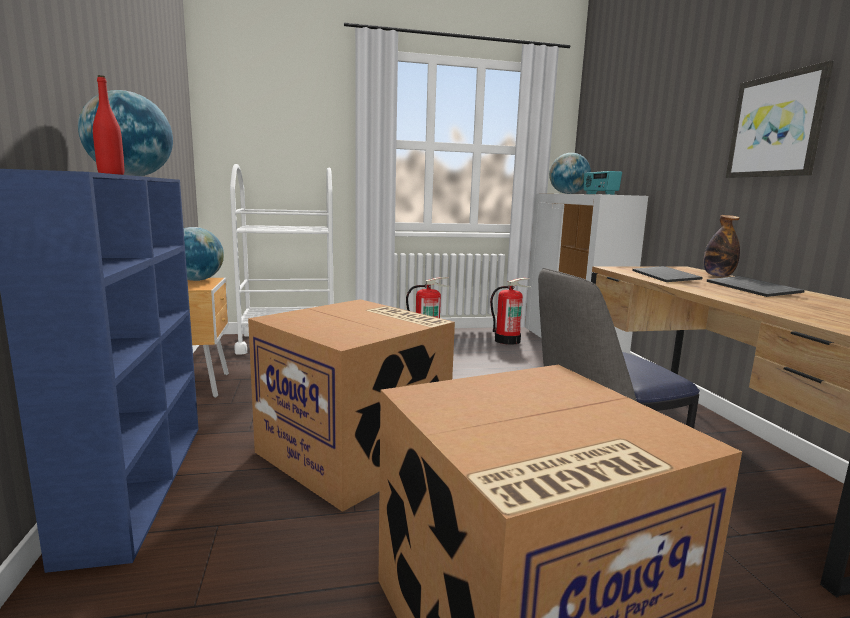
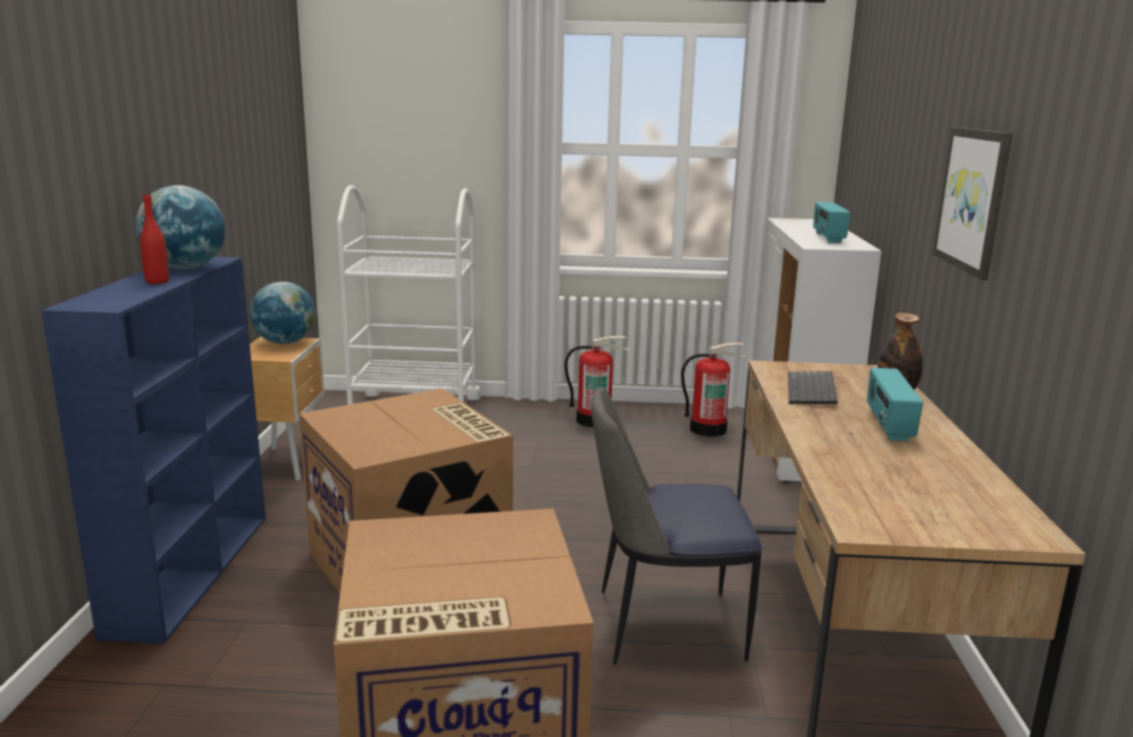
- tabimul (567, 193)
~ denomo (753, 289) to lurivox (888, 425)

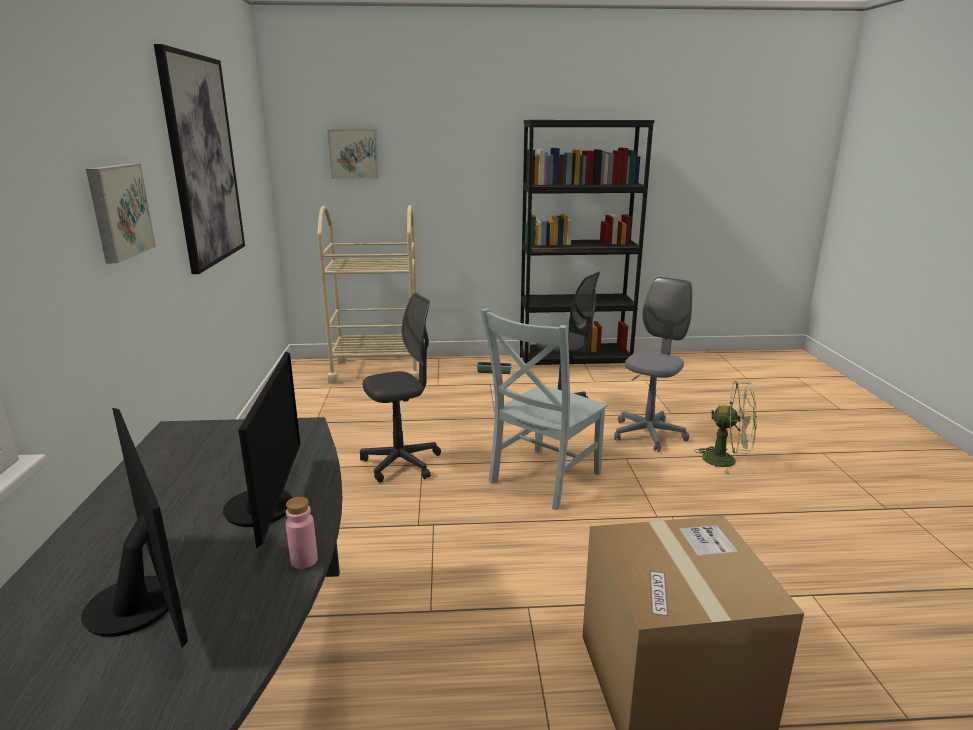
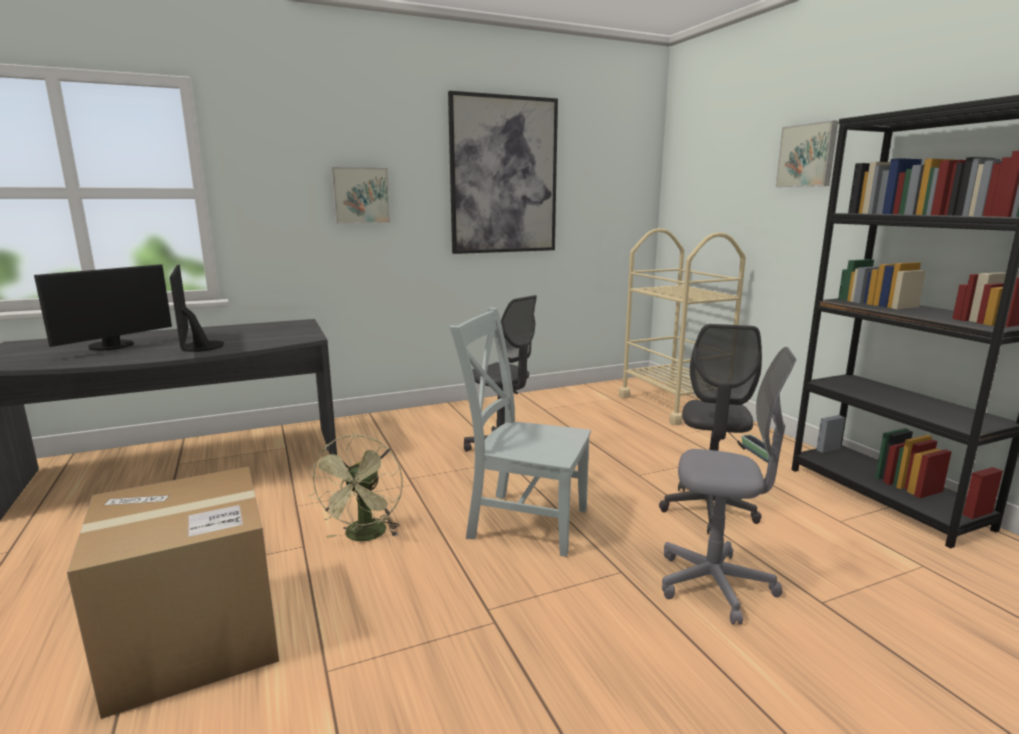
~ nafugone (354, 154) to (807, 155)
~ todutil (267, 507) = (197, 347) 90 degrees clockwise
~ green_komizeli (727, 461) to (364, 537)
- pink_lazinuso (304, 560)

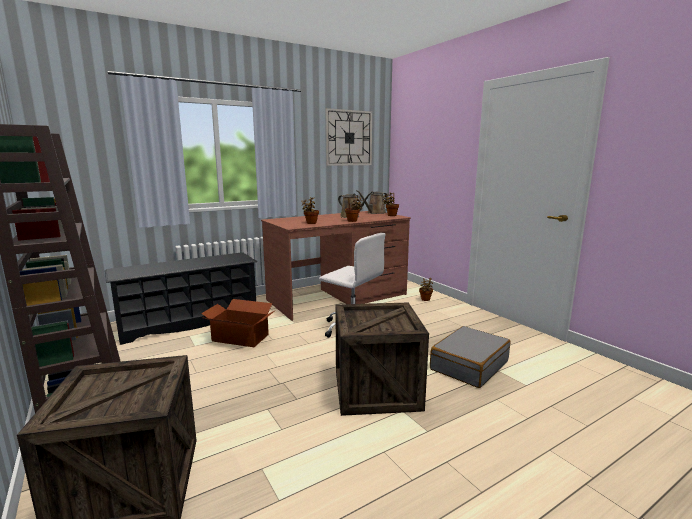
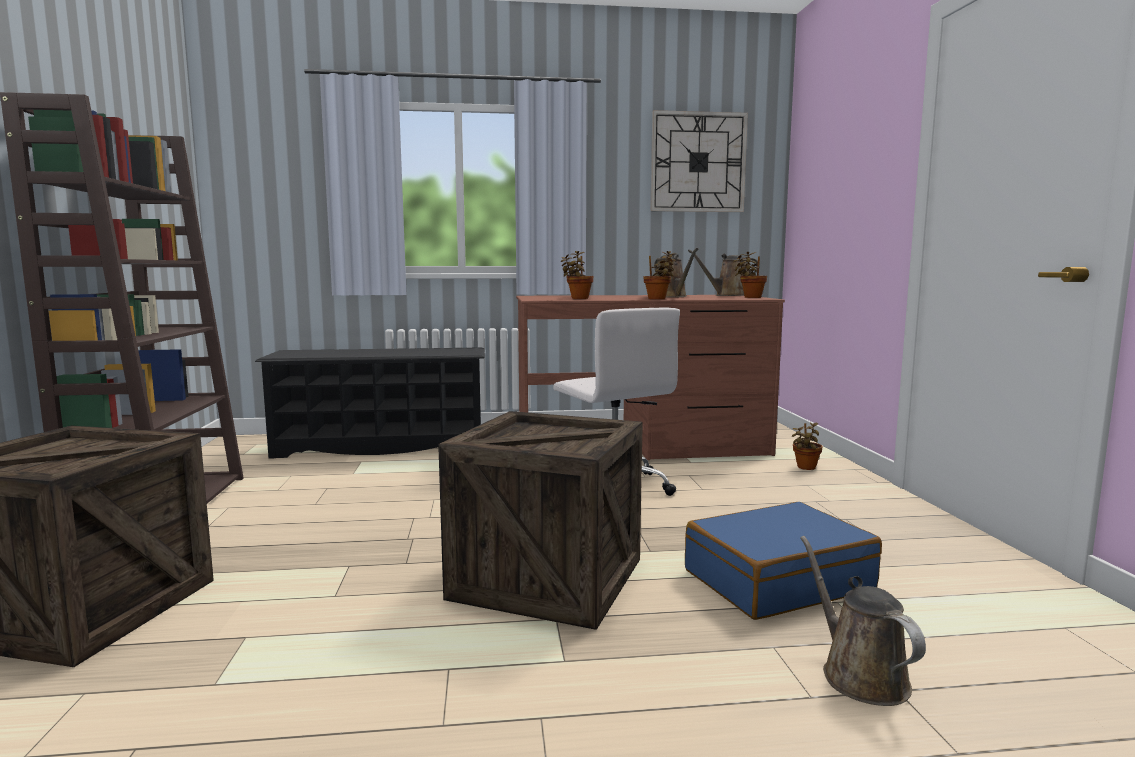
- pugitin (240, 337)
~ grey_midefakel (469, 365) to blue_midefakel (777, 580)
+ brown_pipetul (859, 674)

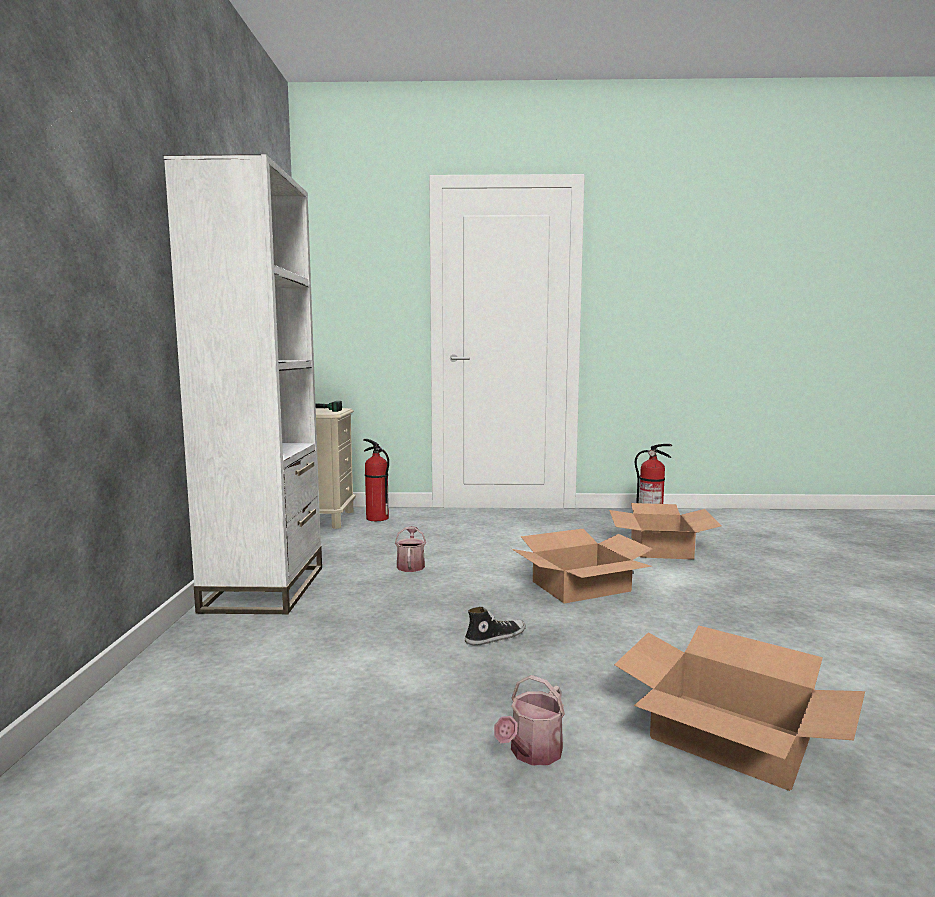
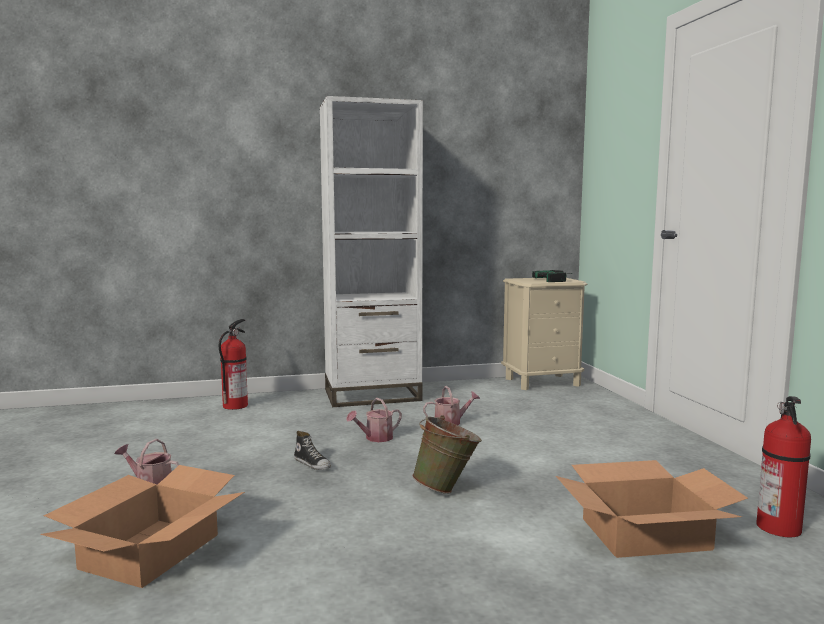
~ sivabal (376, 518) to (235, 405)
~ pugitin (581, 586) to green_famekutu (447, 489)
+ pipetul (375, 438)

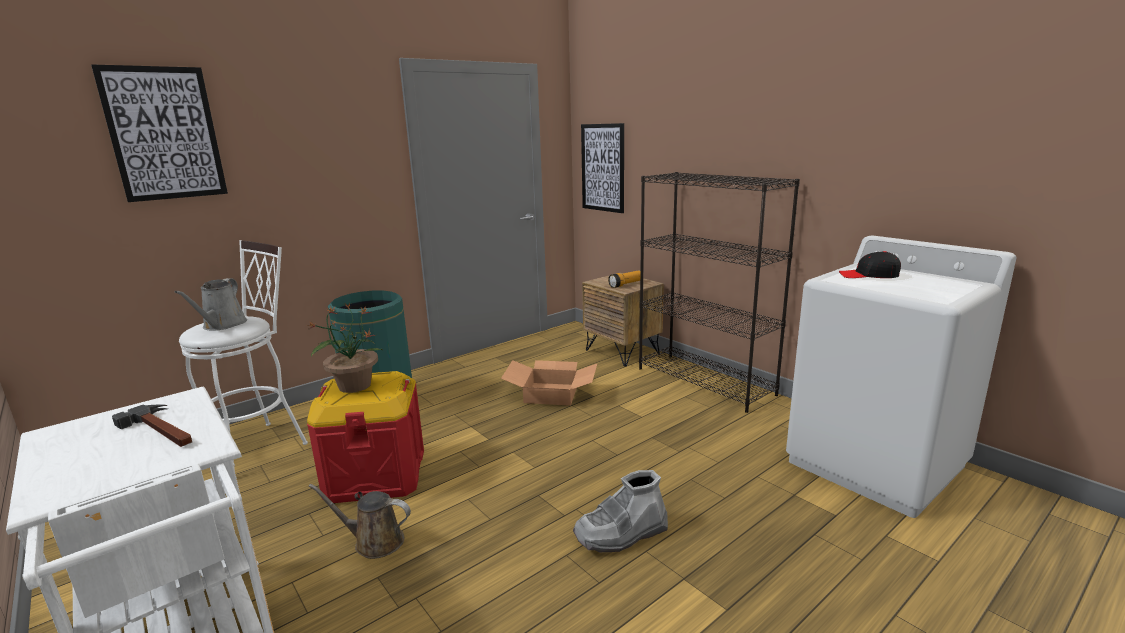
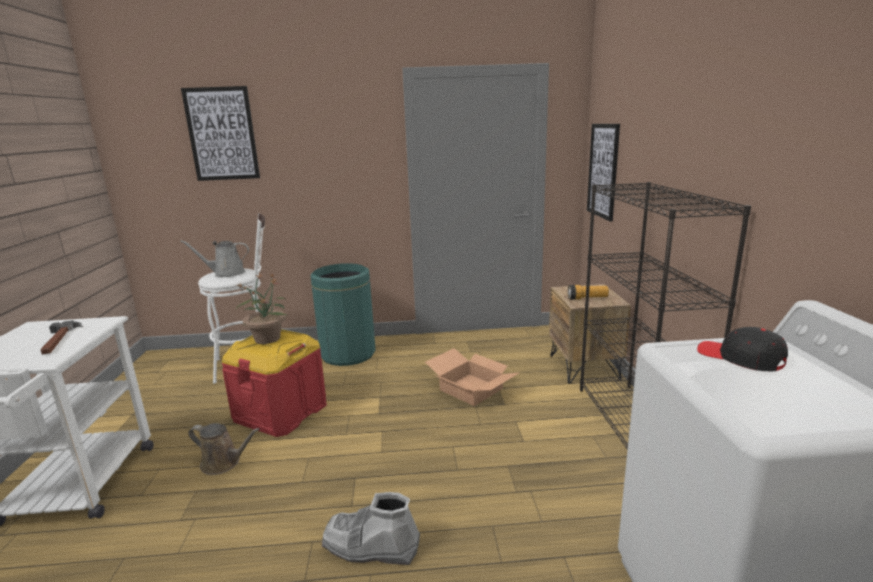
~ grey_pipetul (222, 325) = (226, 273) 45 degrees clockwise
~ brown_pipetul (374, 541) = (223, 463) 150 degrees clockwise

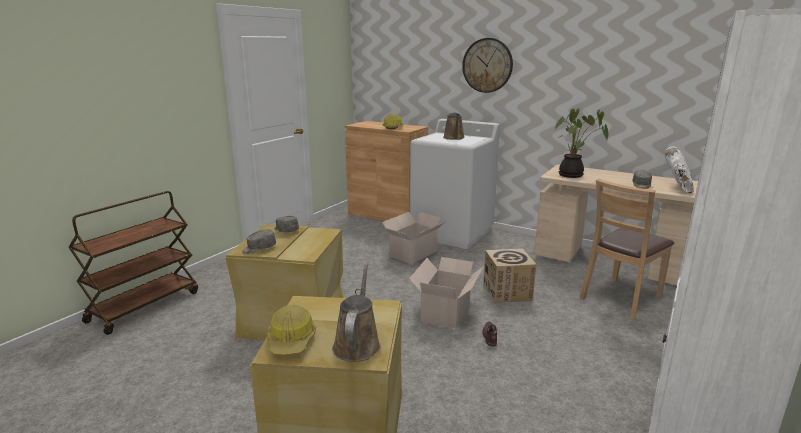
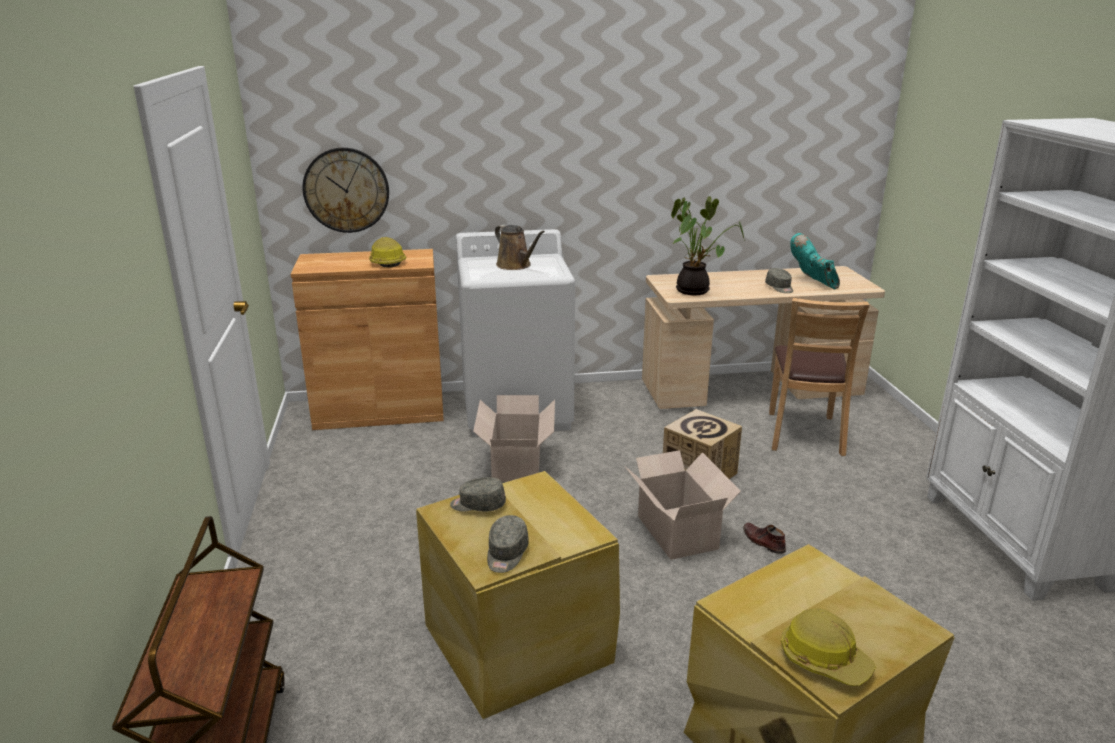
~ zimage (487, 65) to (346, 190)
~ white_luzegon (678, 187) to turquoise_luzegon (813, 282)
- brown_pipetul (357, 344)

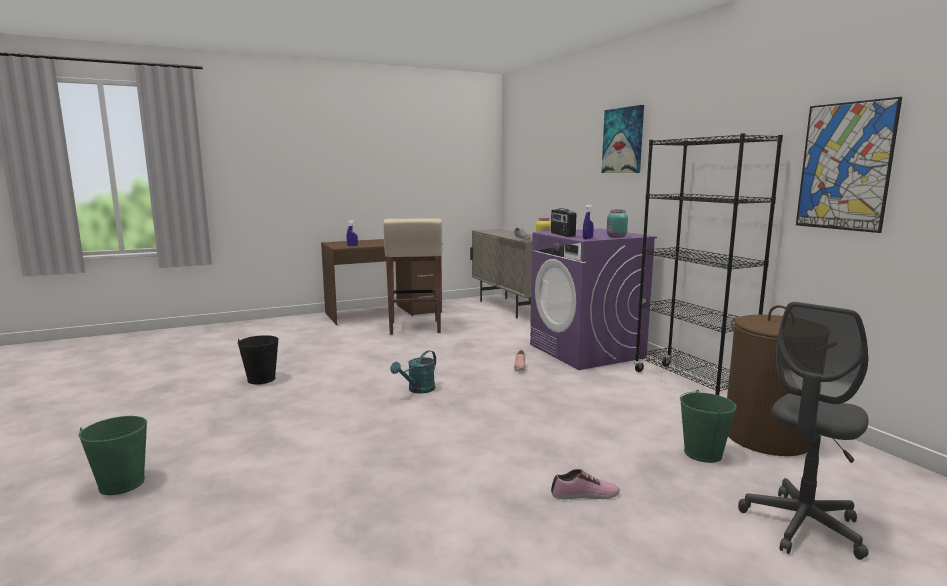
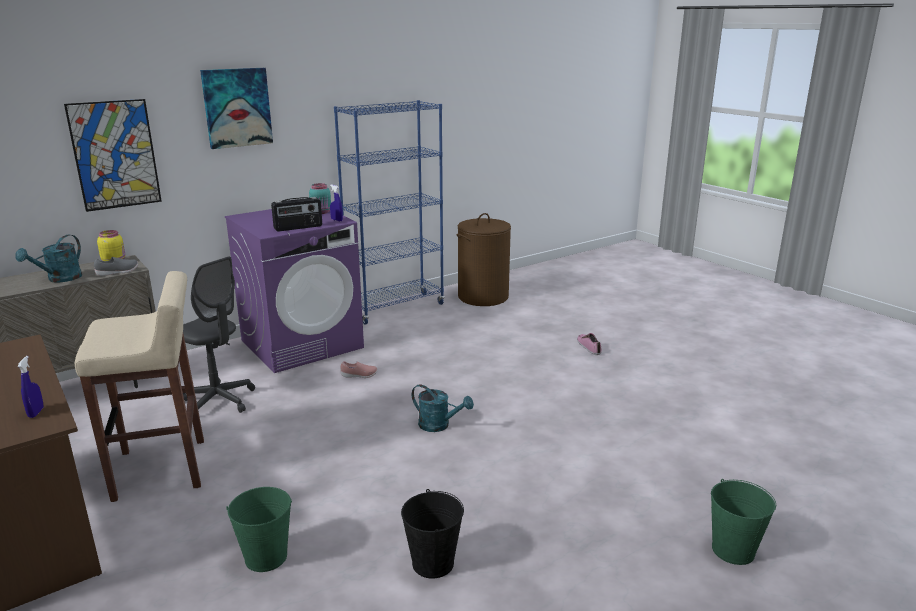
~ nafugone (844, 166) to (115, 155)
~ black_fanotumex (690, 385) to blue_fanotumex (396, 308)
~ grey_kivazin (802, 526) to (218, 401)
~ green_famekutu (703, 453) to (266, 557)
+ turquoise_pipetul (60, 279)

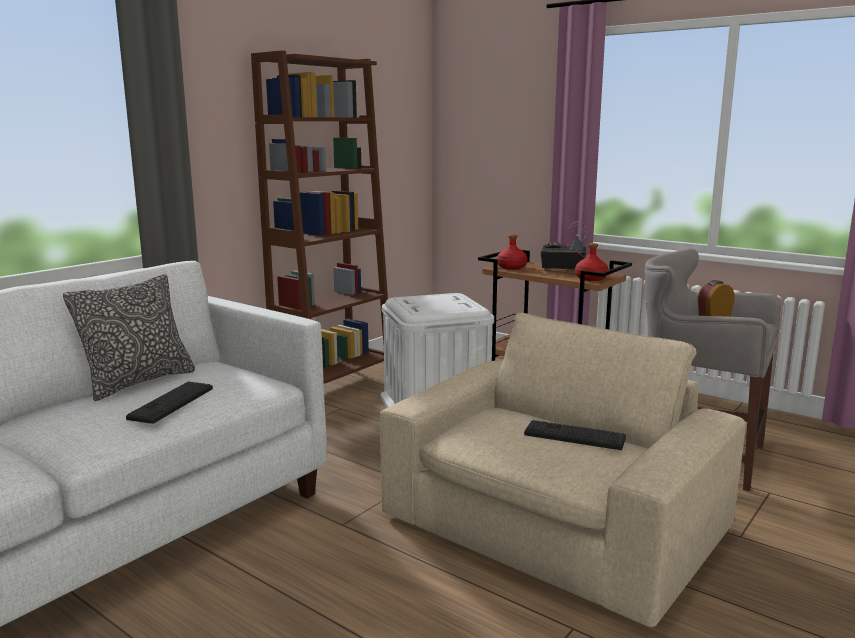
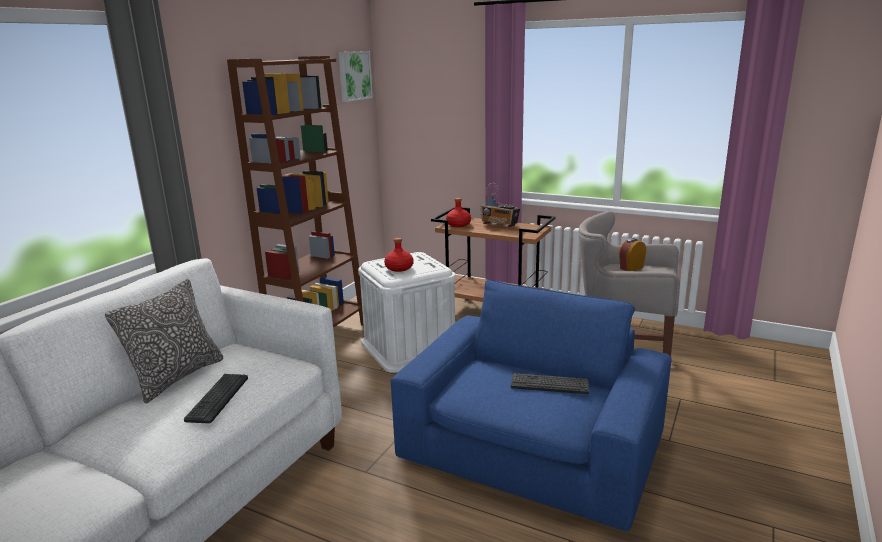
~ lurivox (562, 270) = (499, 225) 150 degrees counterclockwise
~ red_lazinuso (590, 278) to (398, 268)
~ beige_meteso (553, 524) to blue_meteso (531, 448)
+ nafugone (353, 76)

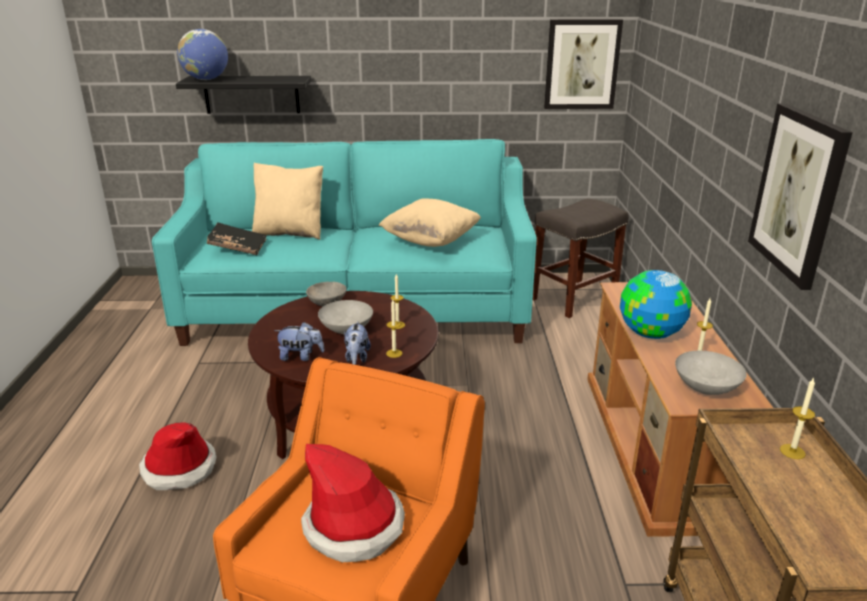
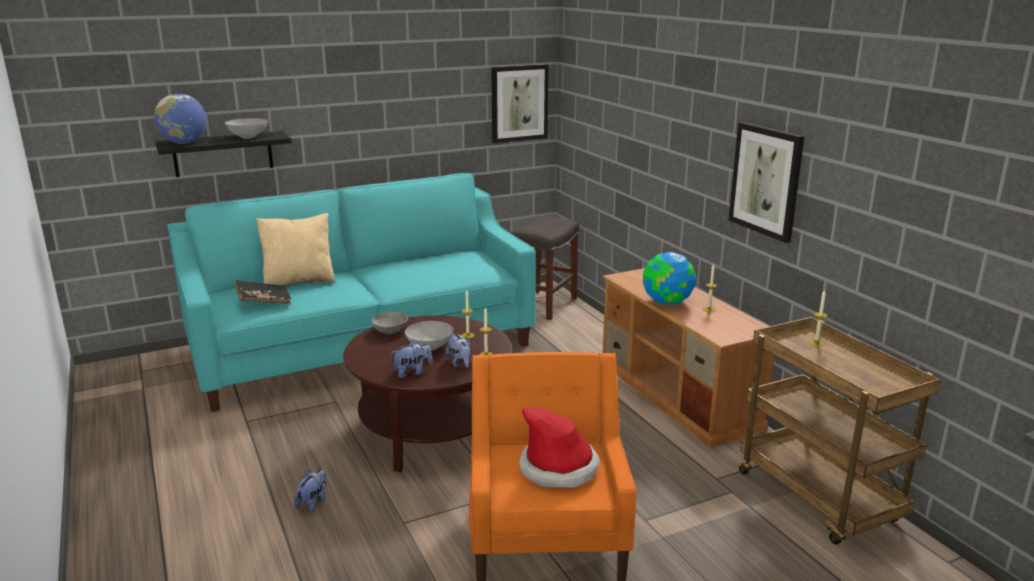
- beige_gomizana (430, 241)
~ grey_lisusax (705, 389) to (247, 137)
~ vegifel (179, 468) to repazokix (313, 502)

